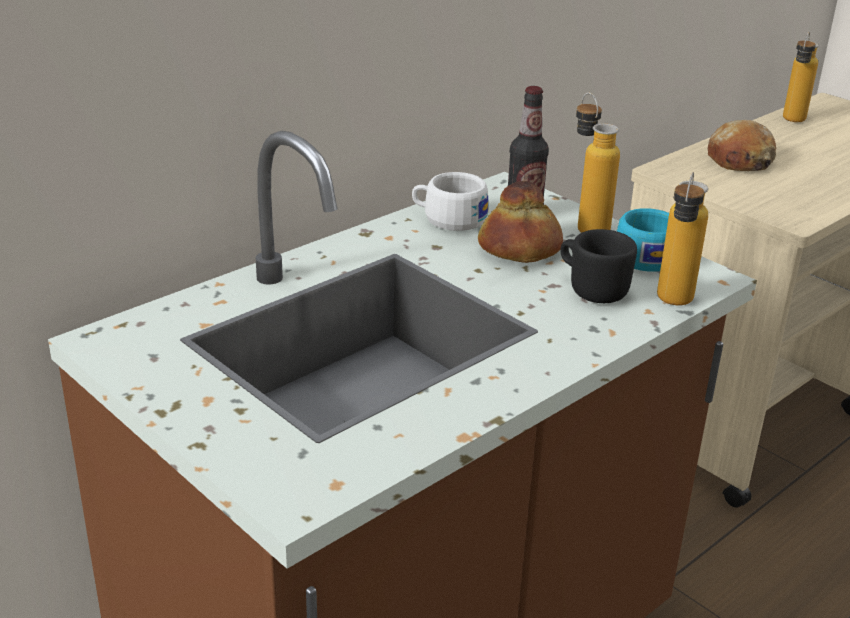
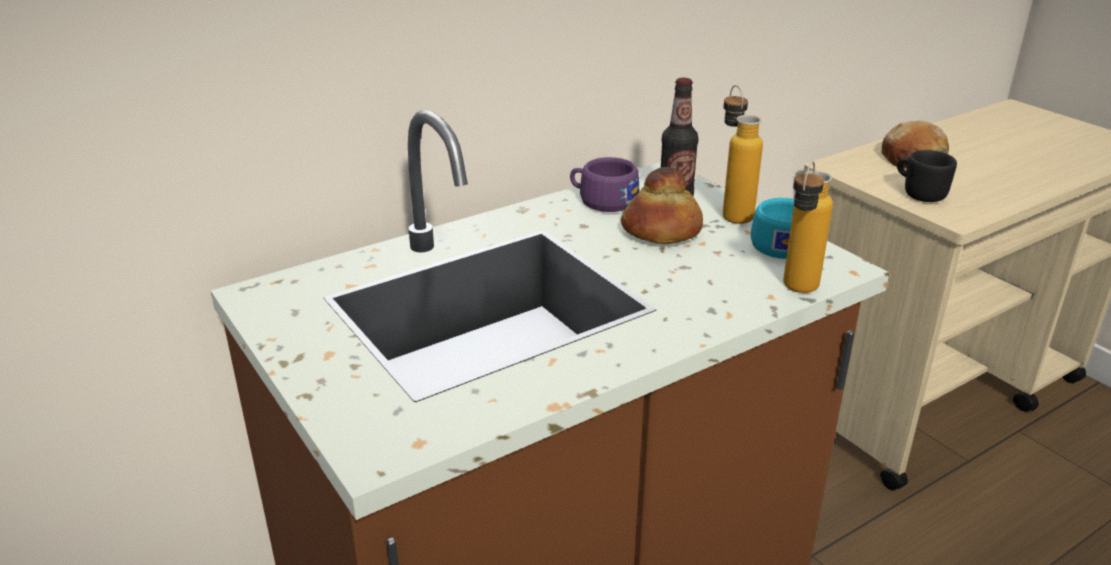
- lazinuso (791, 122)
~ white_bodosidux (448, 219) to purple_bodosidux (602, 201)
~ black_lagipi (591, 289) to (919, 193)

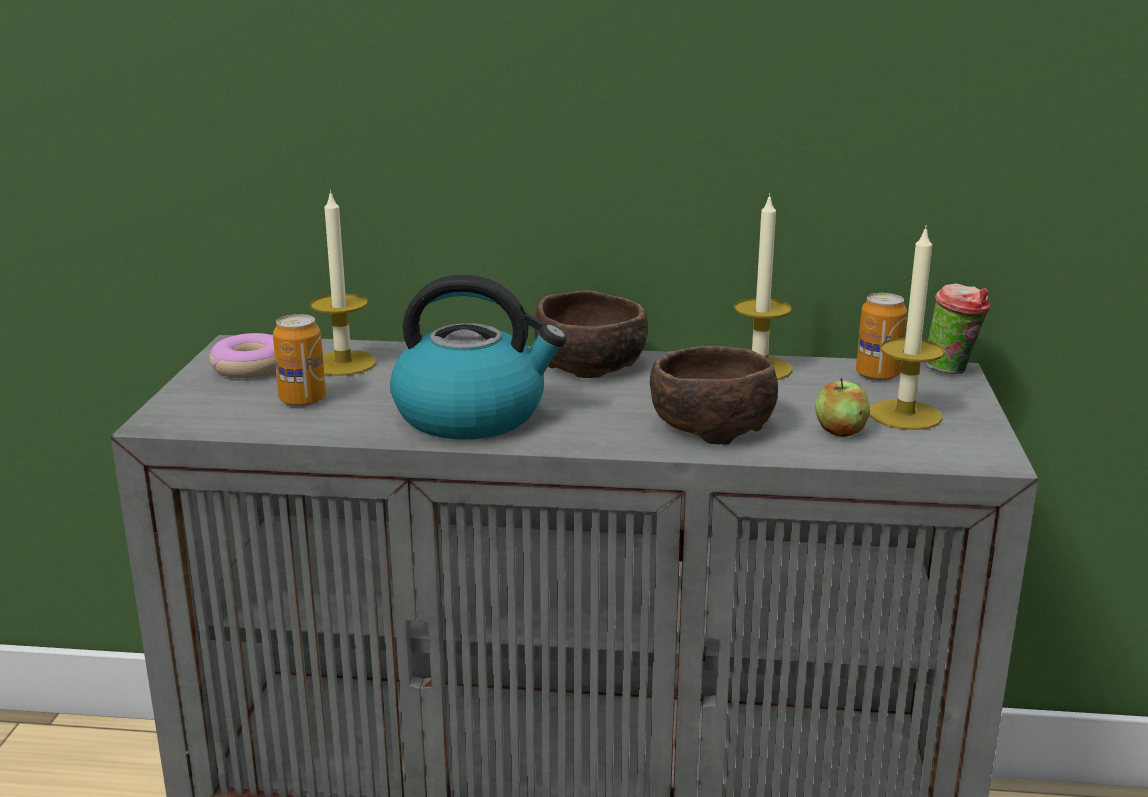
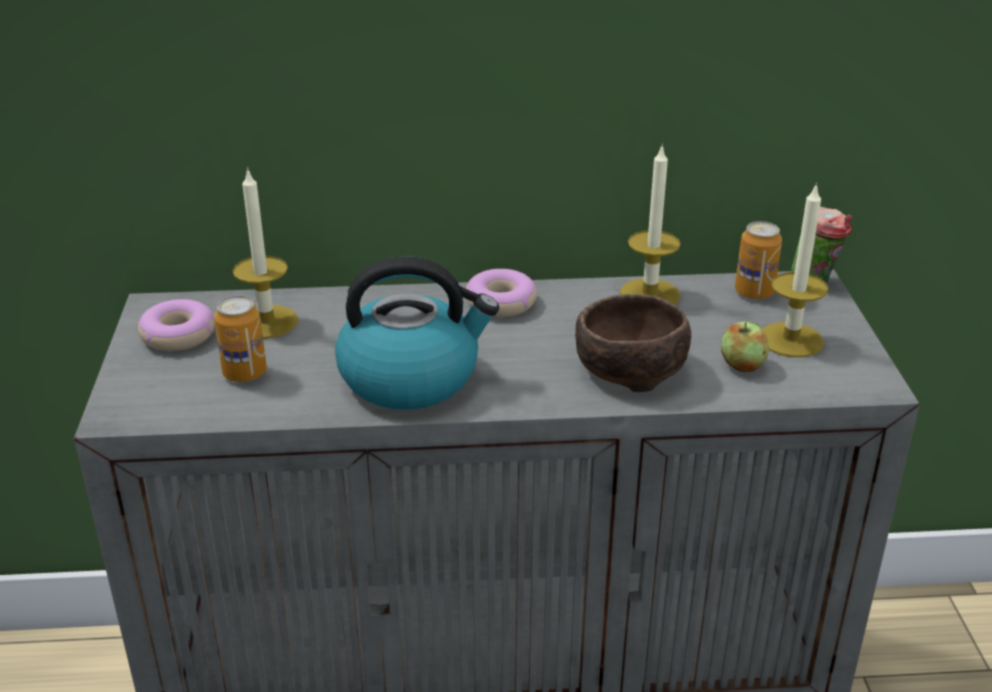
~ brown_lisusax (593, 365) to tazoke (500, 303)

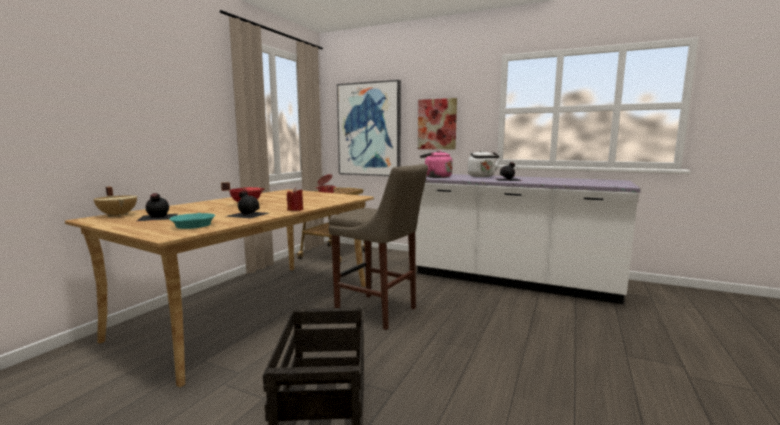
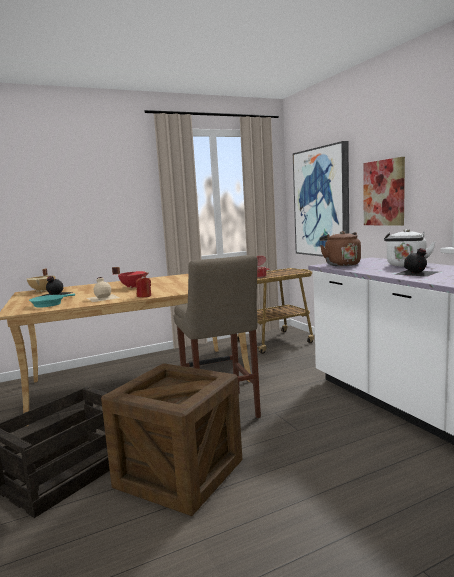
~ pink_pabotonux (436, 177) to brown_pabotonux (341, 264)
~ black_lazinuso (247, 214) to beige_lazinuso (103, 297)
+ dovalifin (179, 474)

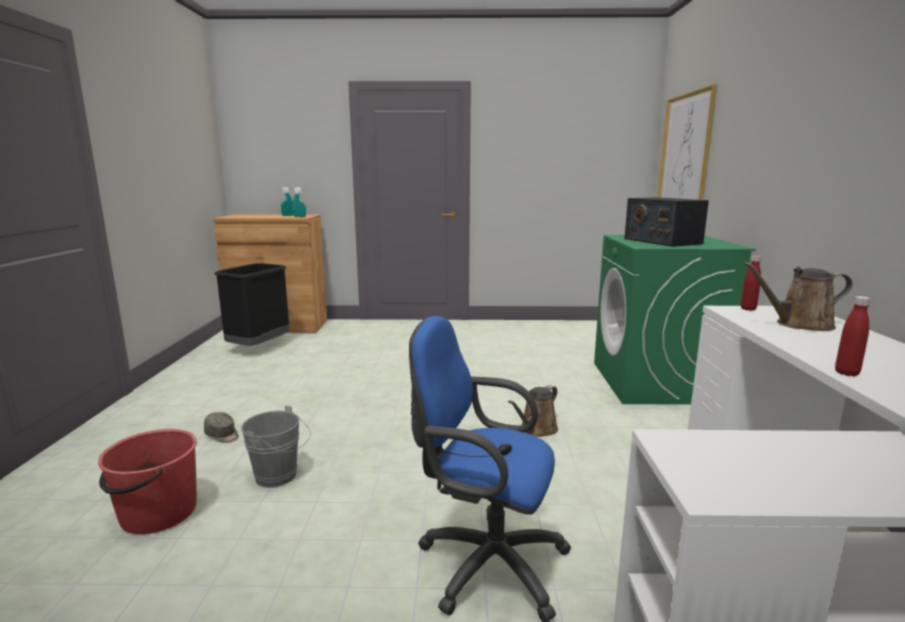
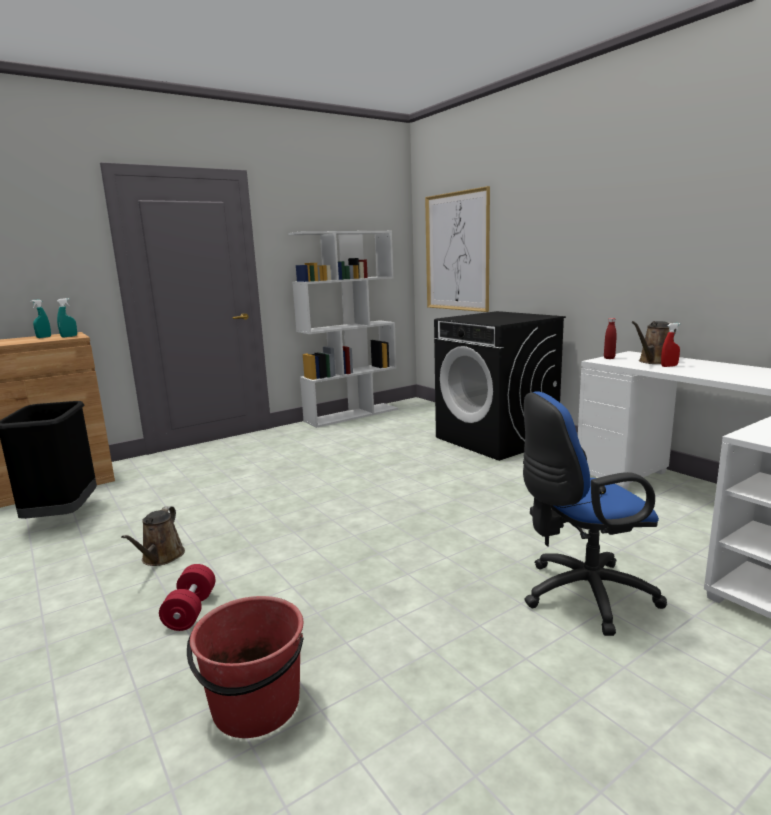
- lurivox (661, 241)
~ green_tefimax (655, 382) to black_tefimax (496, 439)
- red_lazinuso (846, 373)
~ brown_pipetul (536, 429) to (161, 558)
- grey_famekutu (280, 477)
~ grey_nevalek (222, 435) to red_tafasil (190, 611)
+ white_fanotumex (352, 415)
+ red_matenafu (669, 366)

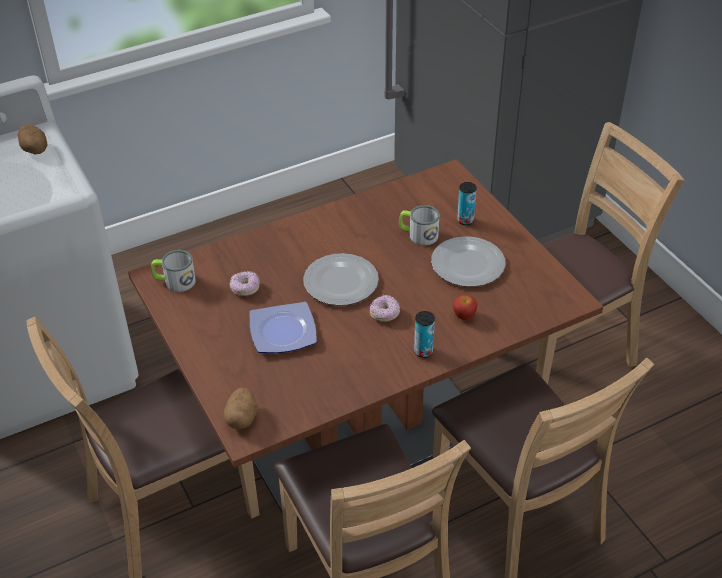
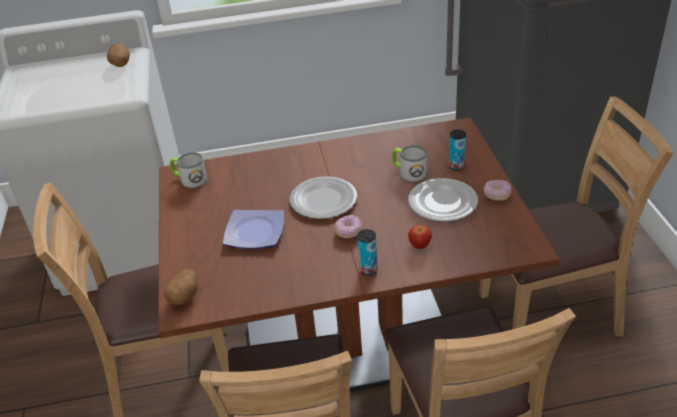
~ tazoke (245, 289) to (497, 195)

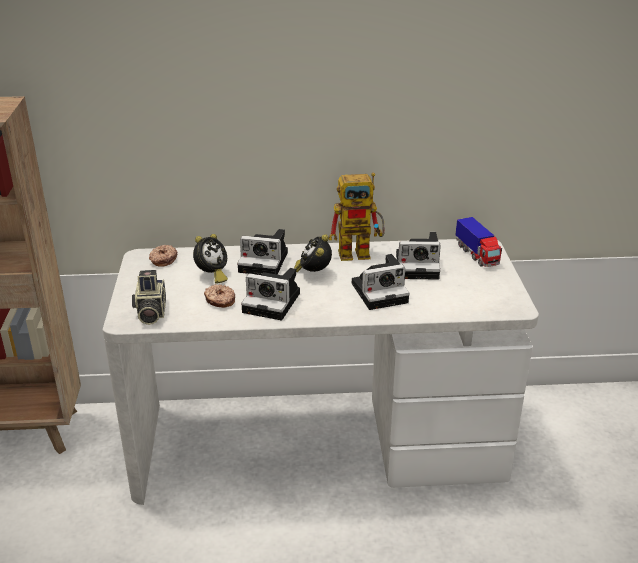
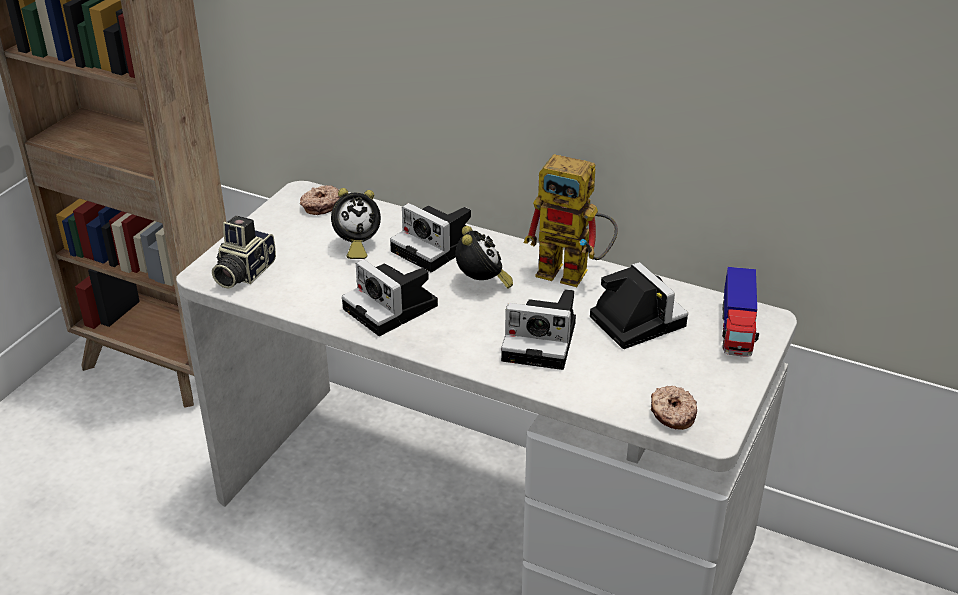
~ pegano (419, 266) = (634, 320) 150 degrees counterclockwise
~ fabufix (313, 273) = (482, 283) 135 degrees clockwise
~ tazoke (220, 301) to (672, 414)

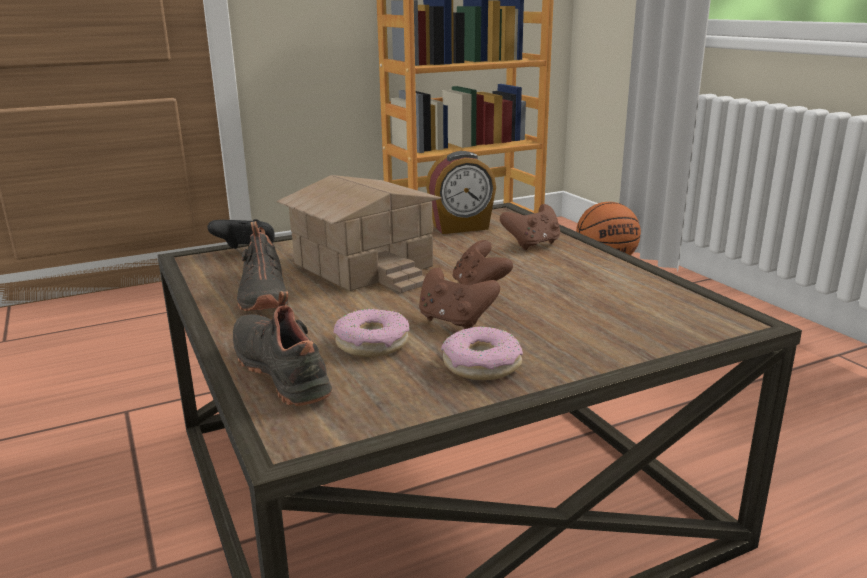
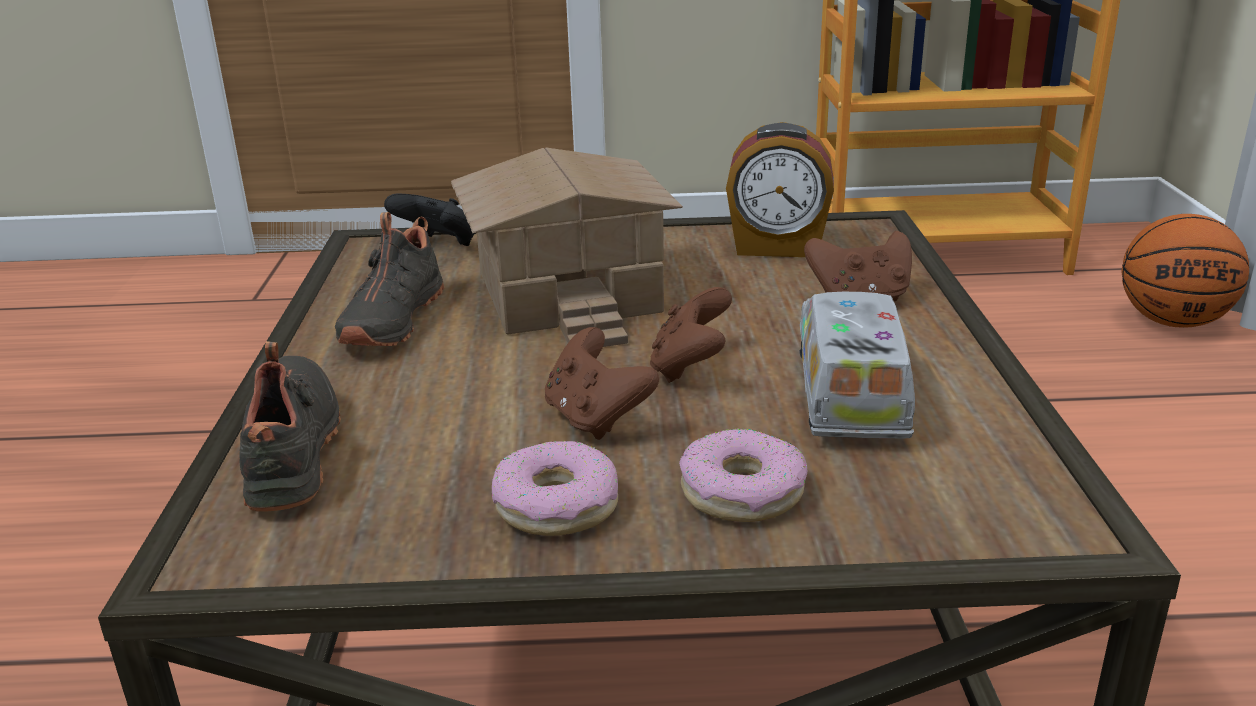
~ tazoke (372, 343) to (742, 492)
+ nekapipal (850, 392)

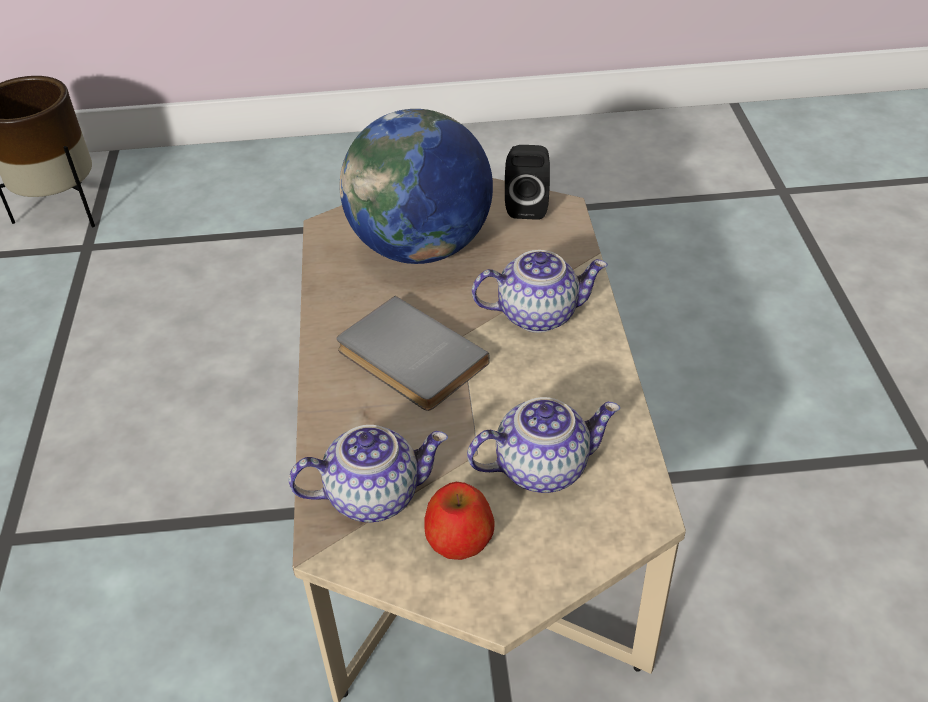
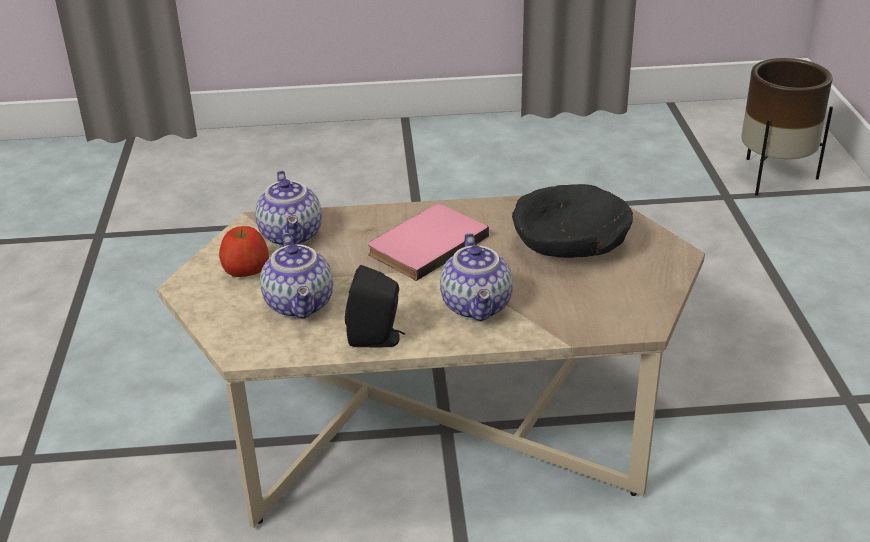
~ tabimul (421, 247) to black_lisusax (569, 246)
~ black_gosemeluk (528, 206) to (377, 339)
~ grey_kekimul (408, 359) to pink_kekimul (425, 244)

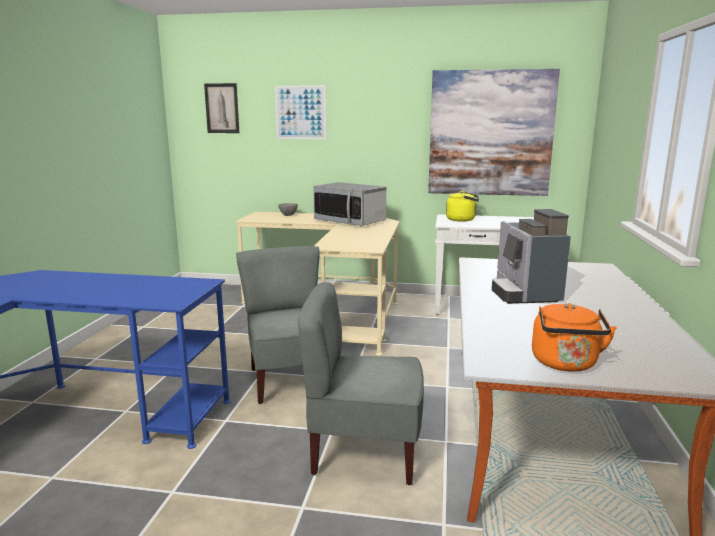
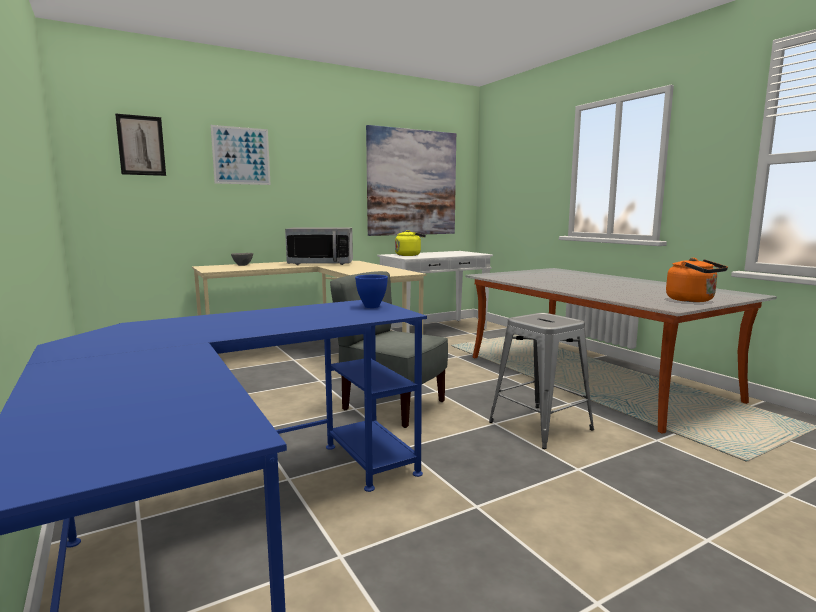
- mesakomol (524, 293)
~ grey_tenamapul (364, 452) to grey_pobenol (541, 426)
+ blue_lisusax (372, 307)

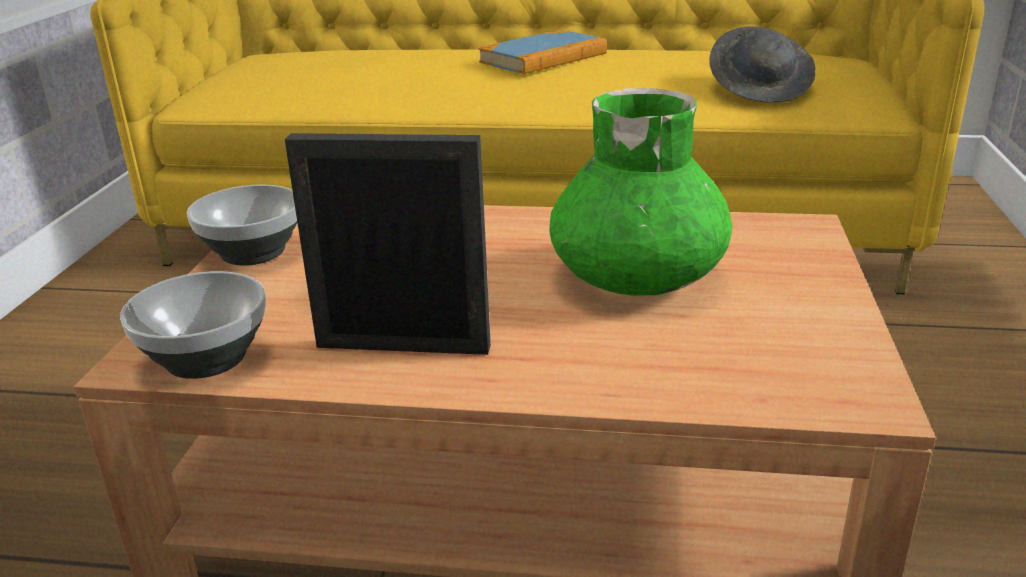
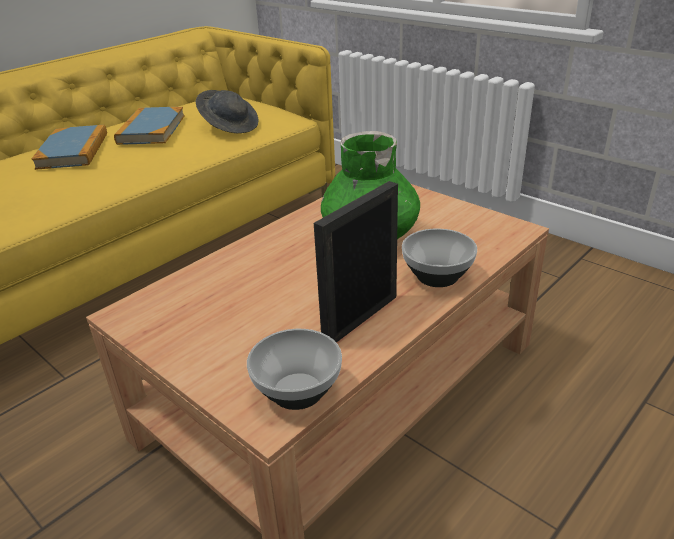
~ lisusax (252, 252) to (436, 277)
+ kekimul (151, 129)

